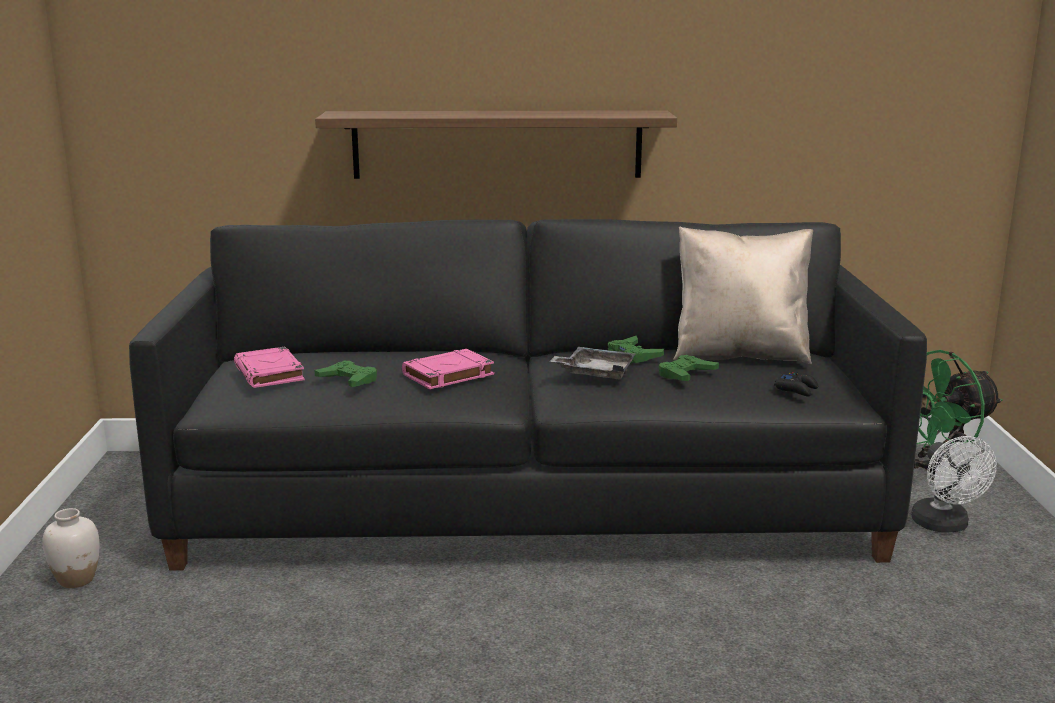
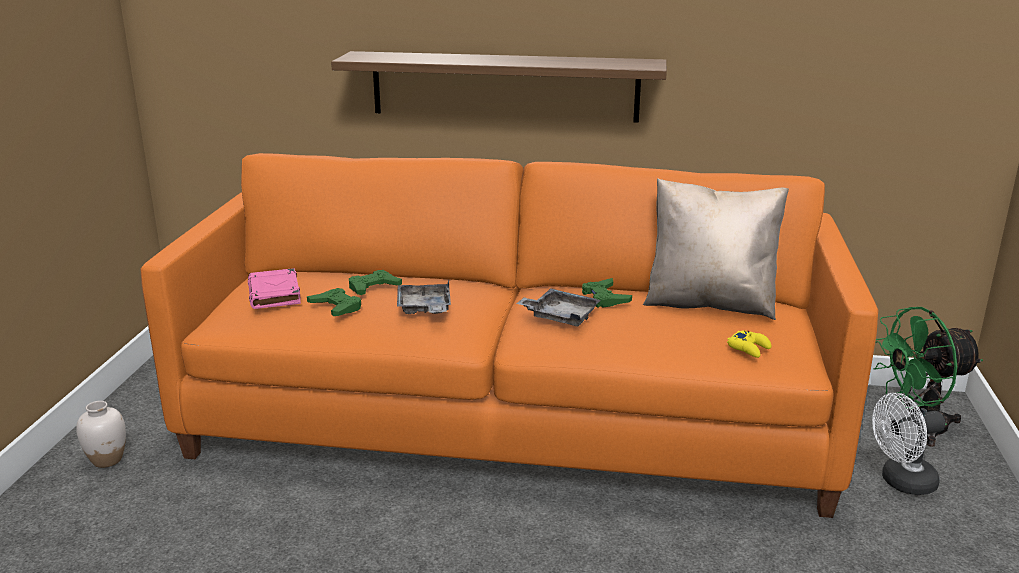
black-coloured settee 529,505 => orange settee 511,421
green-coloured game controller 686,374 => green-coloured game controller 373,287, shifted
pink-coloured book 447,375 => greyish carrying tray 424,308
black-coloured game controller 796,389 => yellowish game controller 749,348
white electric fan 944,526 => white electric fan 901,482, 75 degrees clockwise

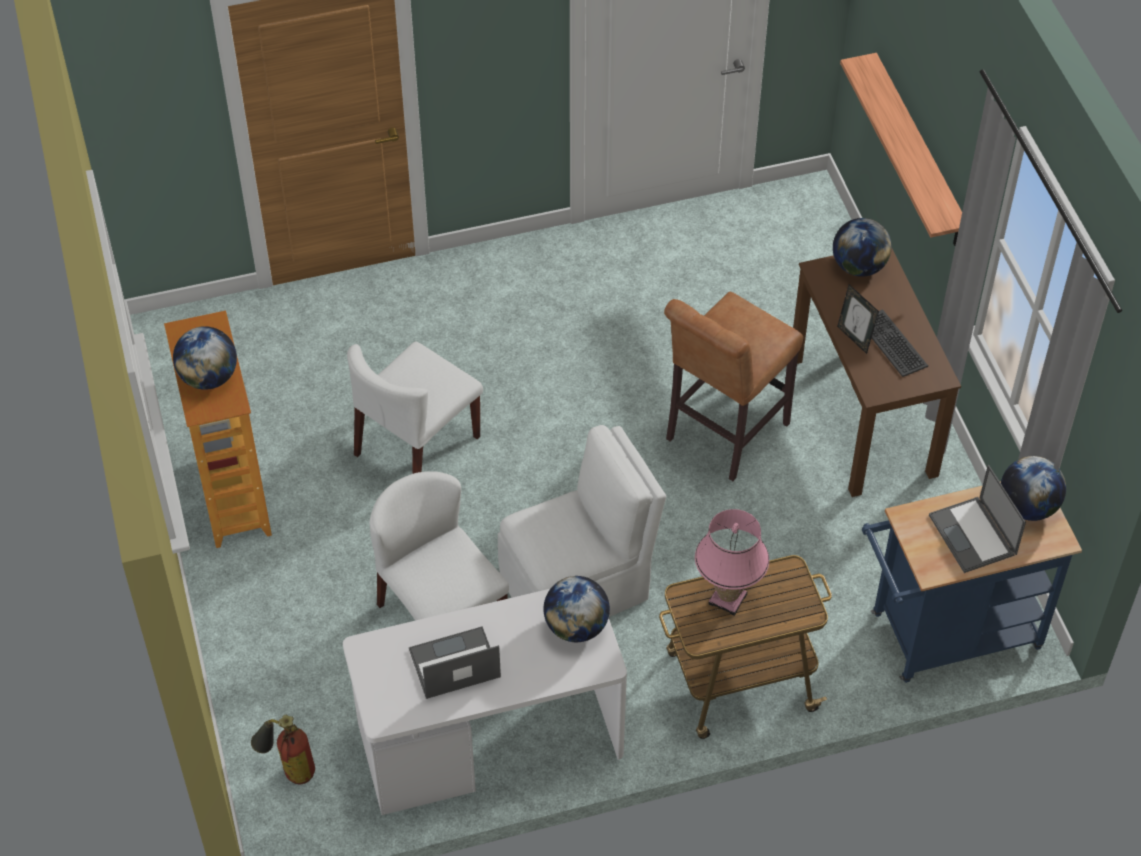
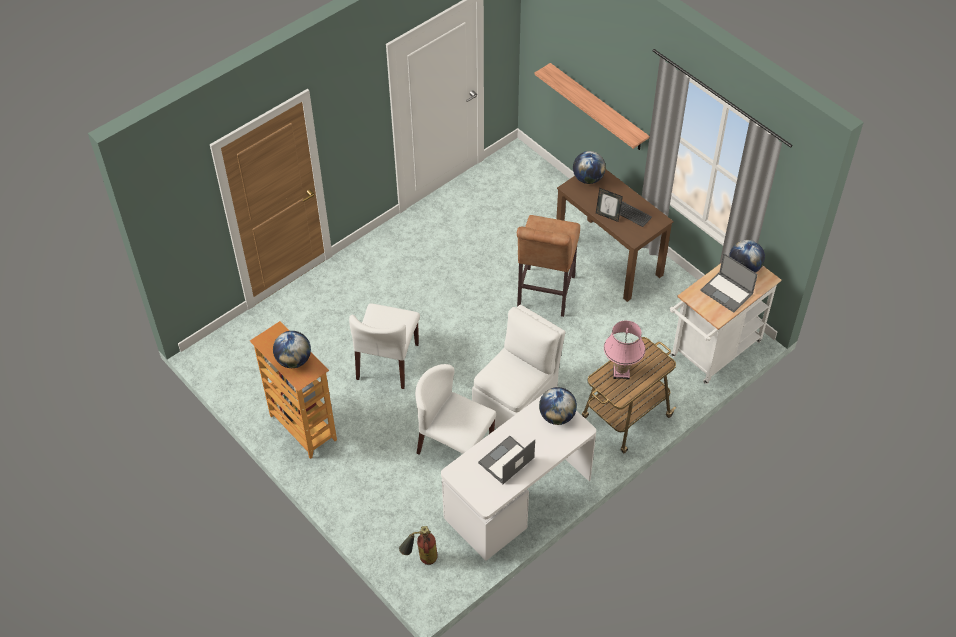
bluish trolley 945,635 => white trolley 712,352

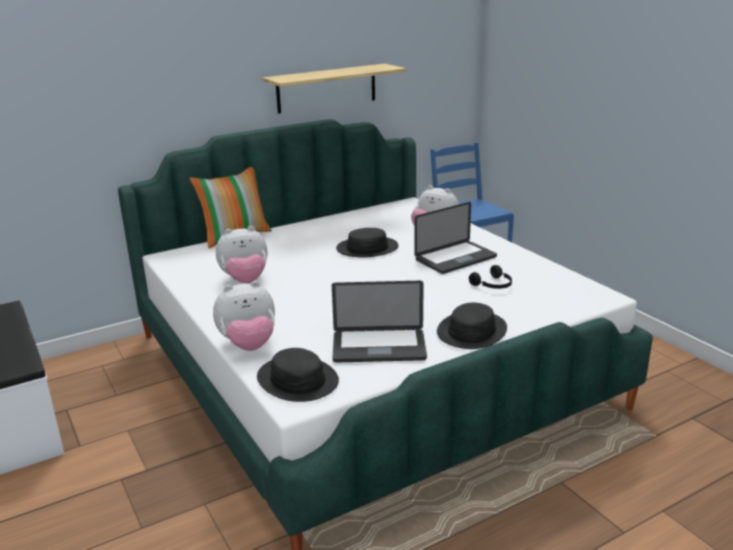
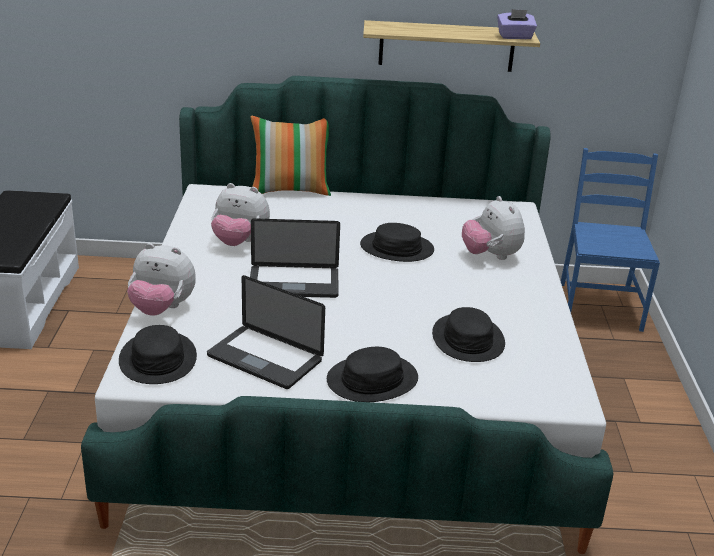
laptop 455,258 => laptop 294,283, shifted
black-coloured headphones 493,285 => black-coloured clothing hat 467,339
nothing => purple tissue holder 515,37

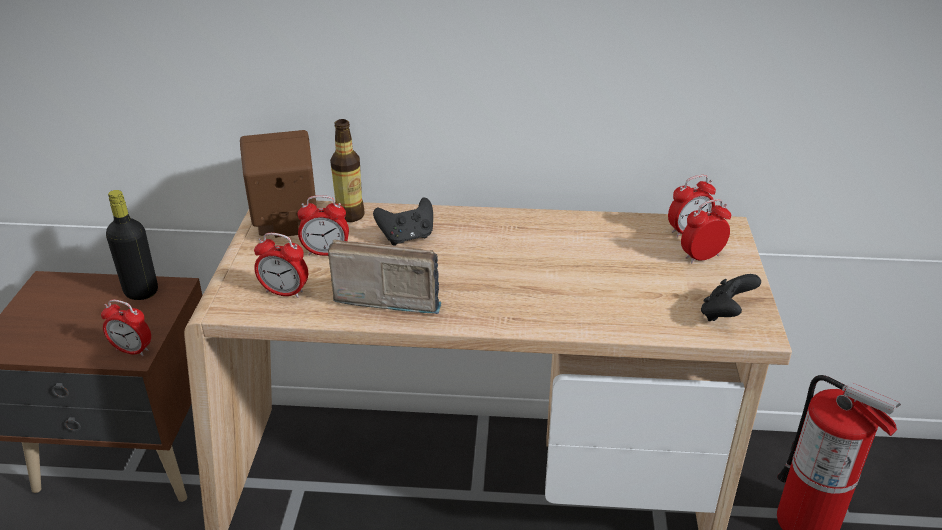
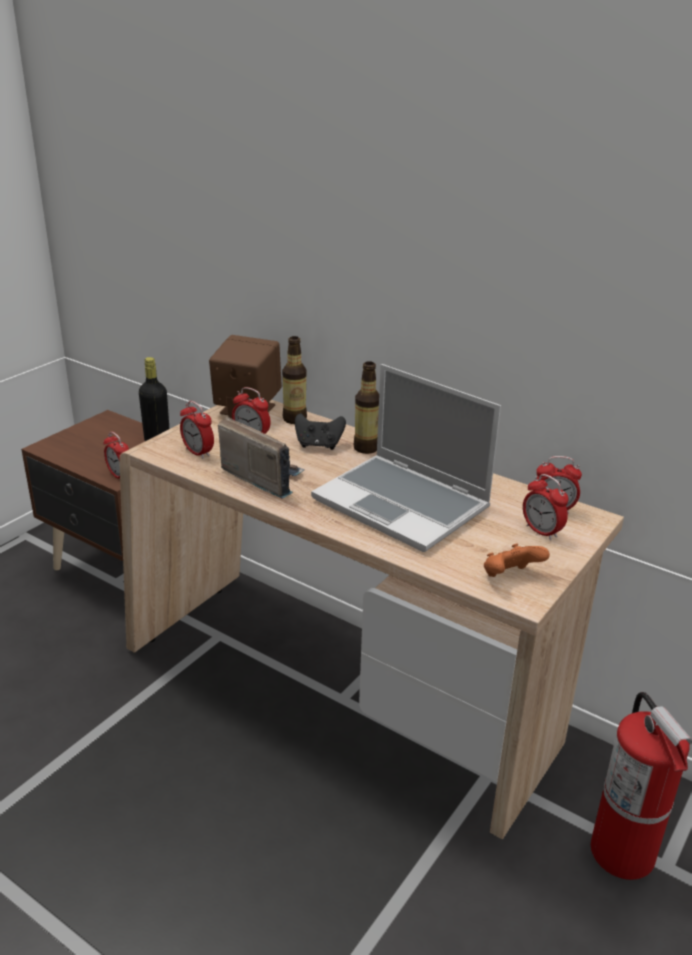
nothing => laptop 403,504
nothing => drink bottle 366,448
black-coloured game controller 725,314 => orange game controller 510,577
bedside clock 701,257 => bedside clock 541,531, 135 degrees counterclockwise

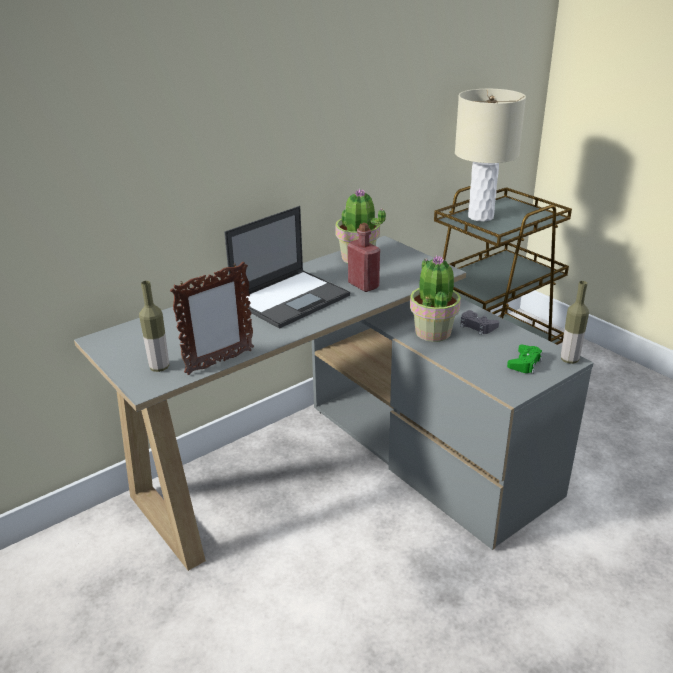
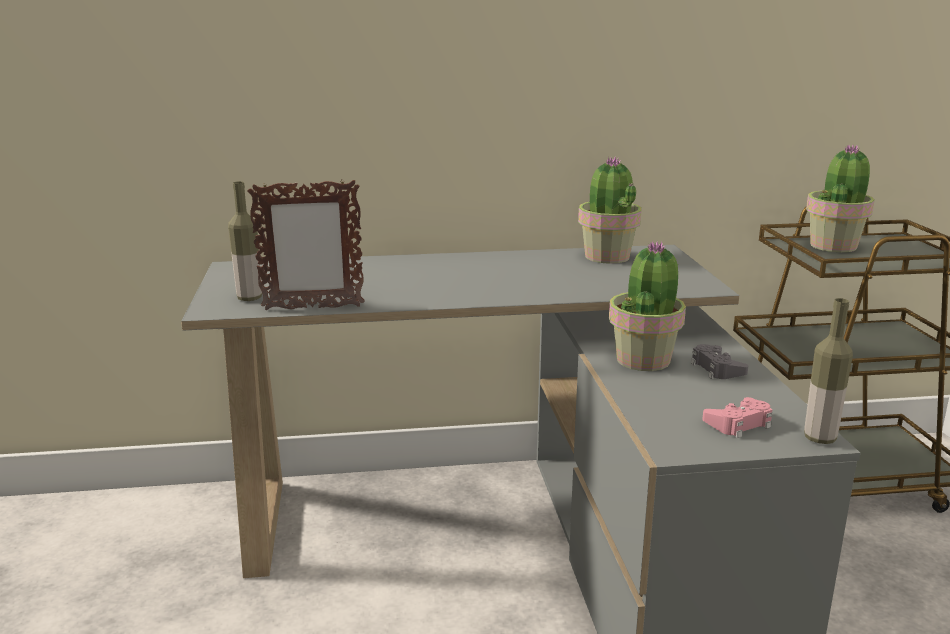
green-coloured game controller 525,363 => pink-coloured game controller 739,424
beige-coloured lamp for a table 481,217 => plant in a pot 834,246
laptop 291,298 => nothing
reddish drink bottle 363,285 => nothing

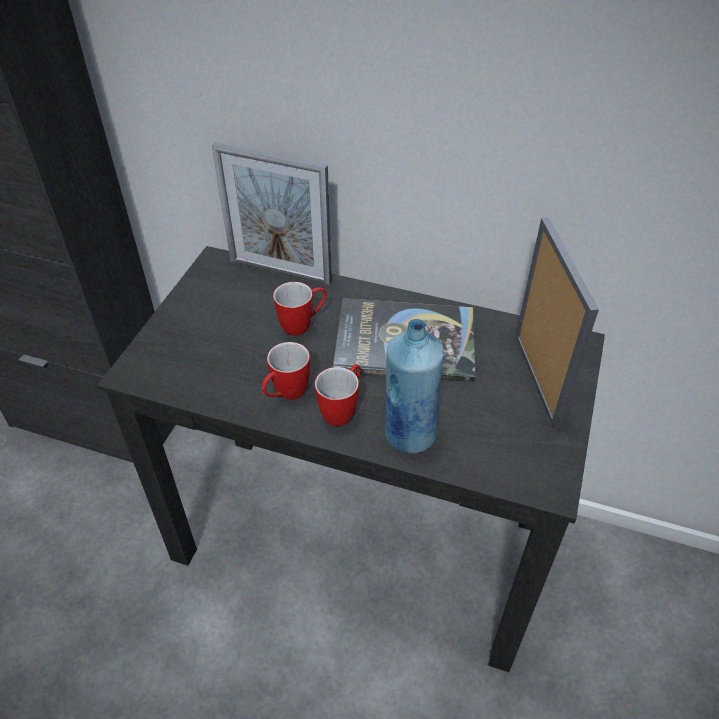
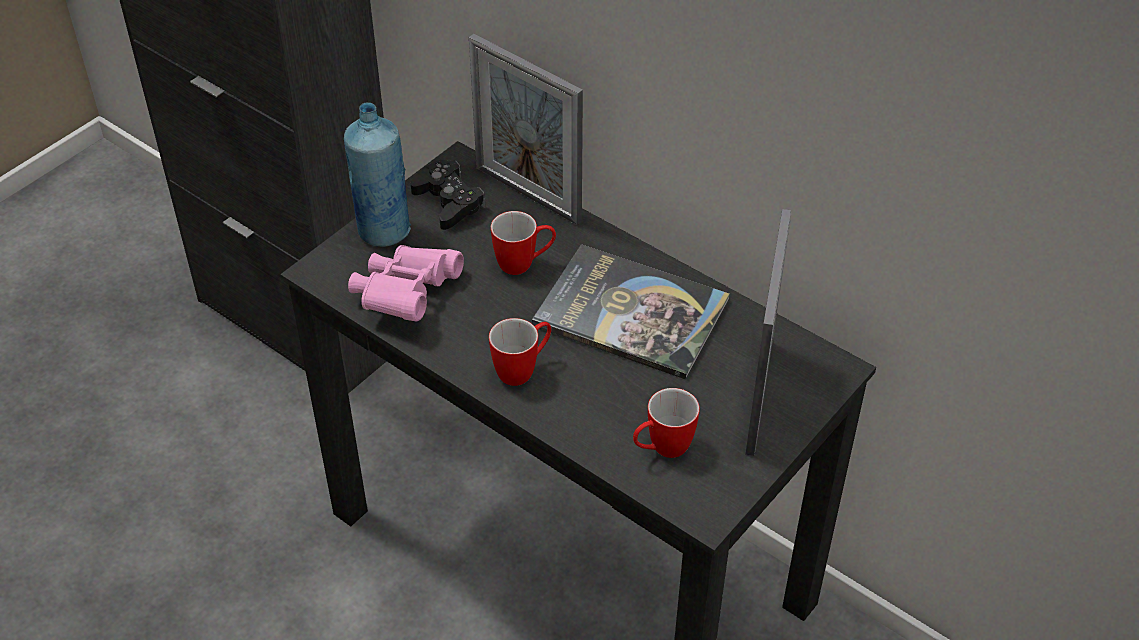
bluish drink bottle 409,434 => bluish drink bottle 383,231, shifted
nothing => pink-coloured field glasses 405,295
nothing => black-coloured game controller 448,201
tea mug 286,395 => tea mug 661,449, shifted

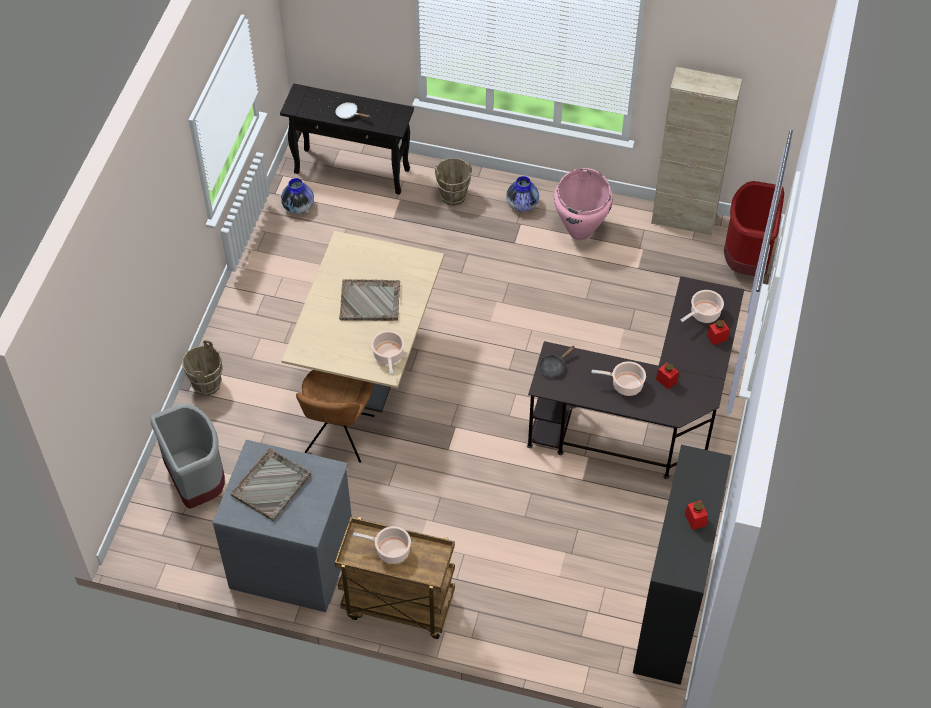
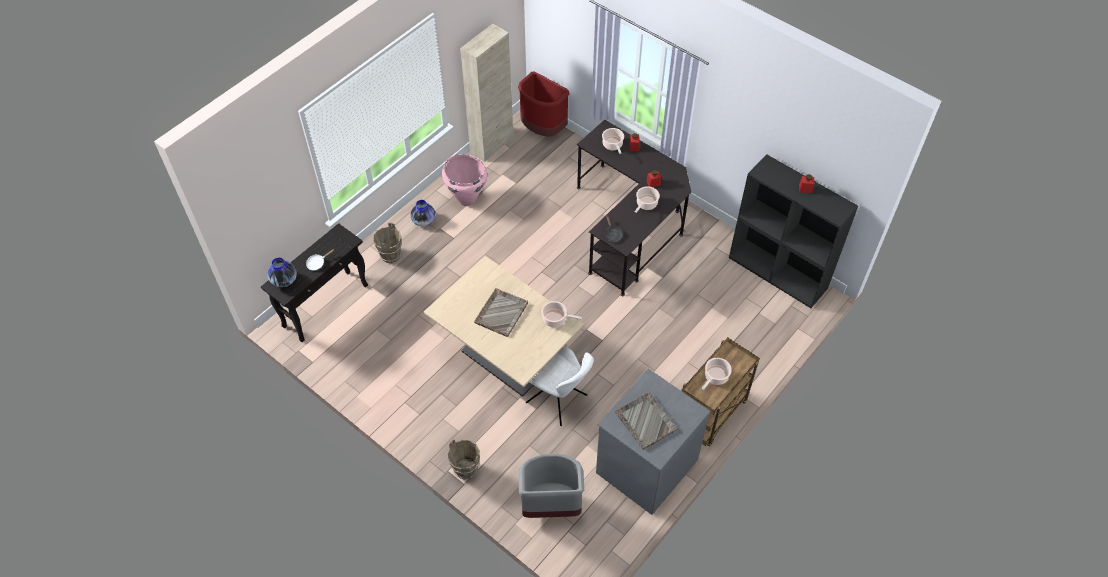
flower vase 298,206 => flower vase 284,280, shifted
brown plain chair 339,437 => white plain chair 558,400

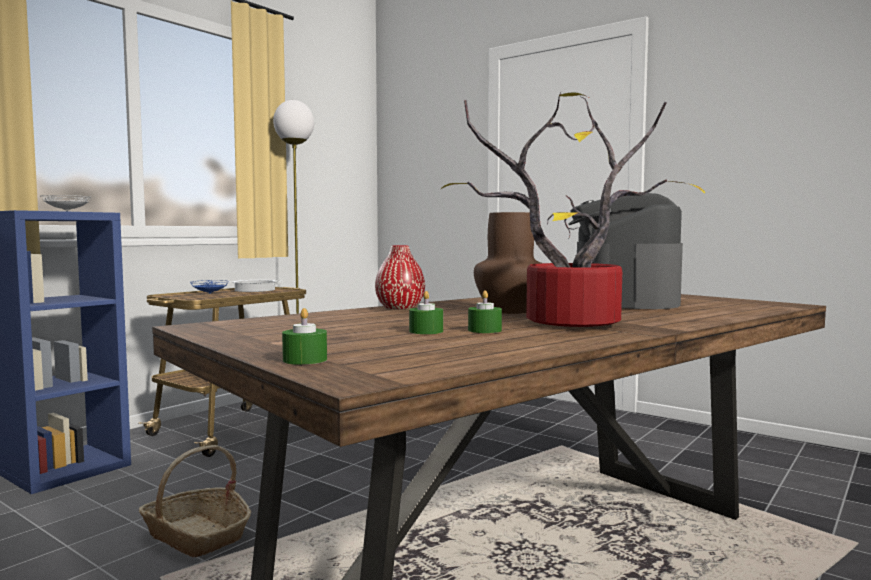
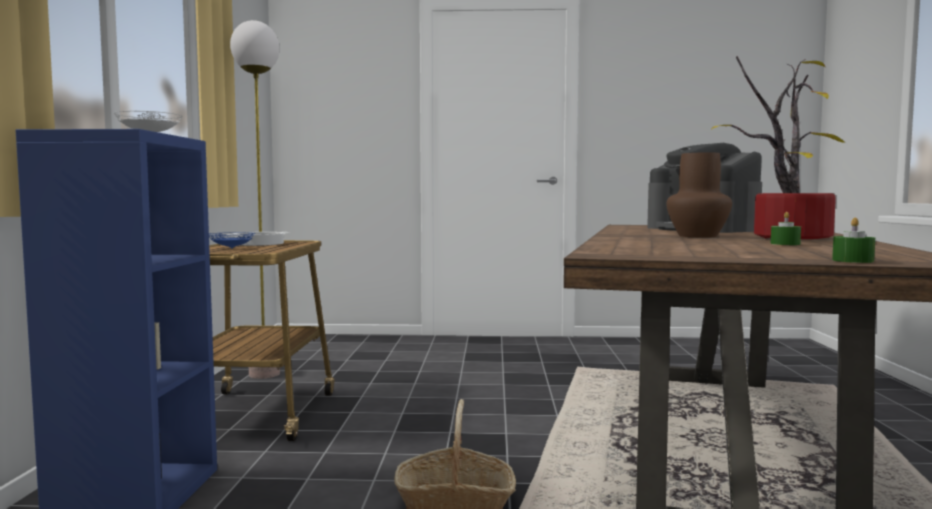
reddish flower vase 400,308 => nothing
green-coloured wax candle 426,331 => nothing

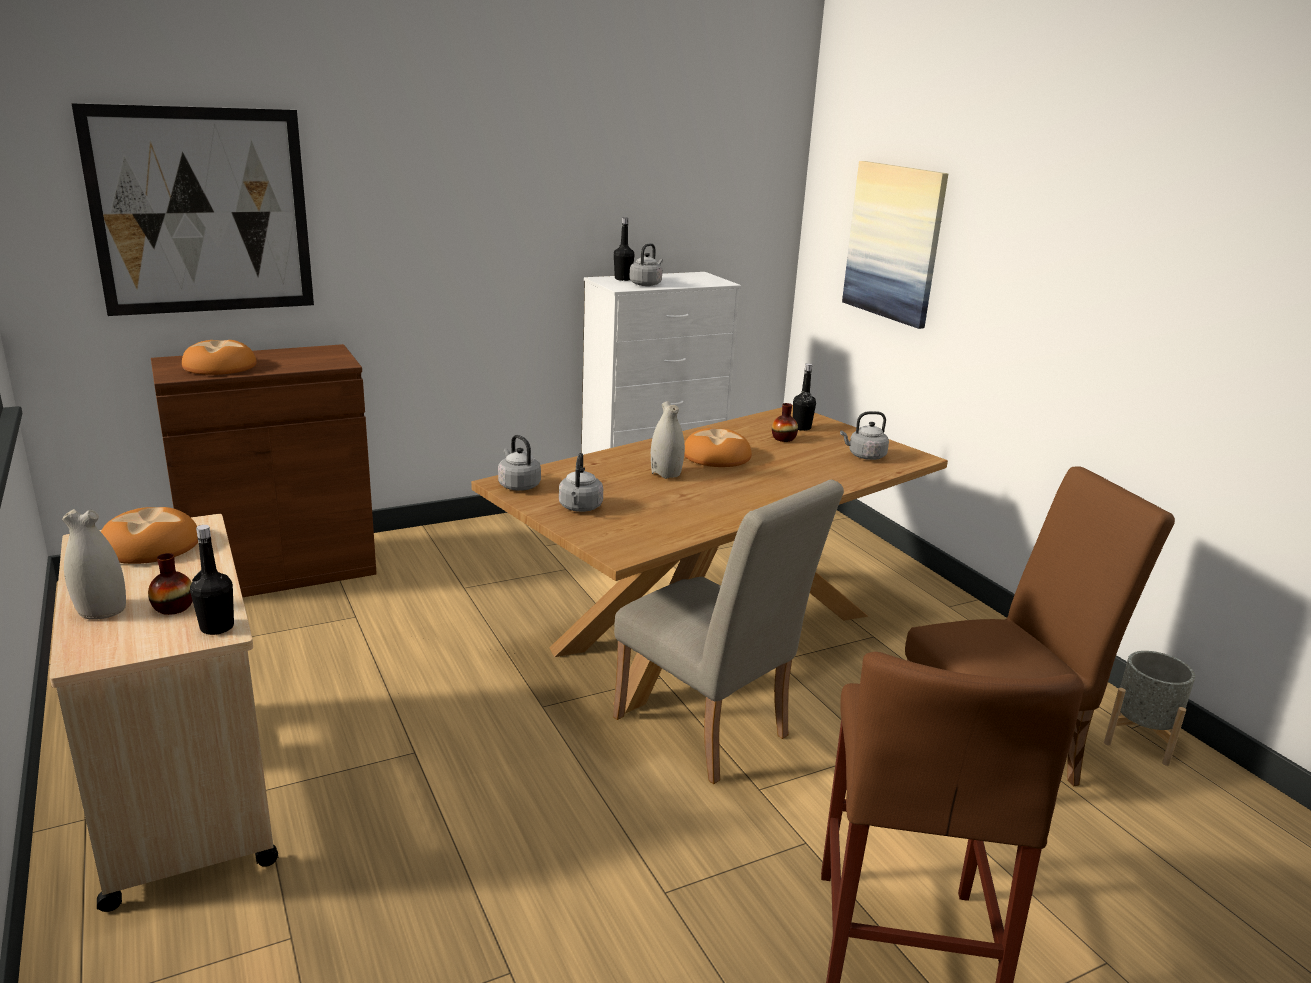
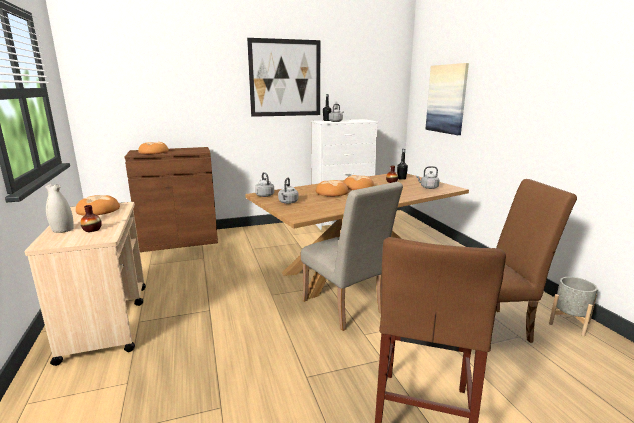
wall picture 202,212 => wall picture 285,78, shifted
white flower vase 666,474 => bakery bread 332,192
black-coloured drink bottle 217,627 => nothing

